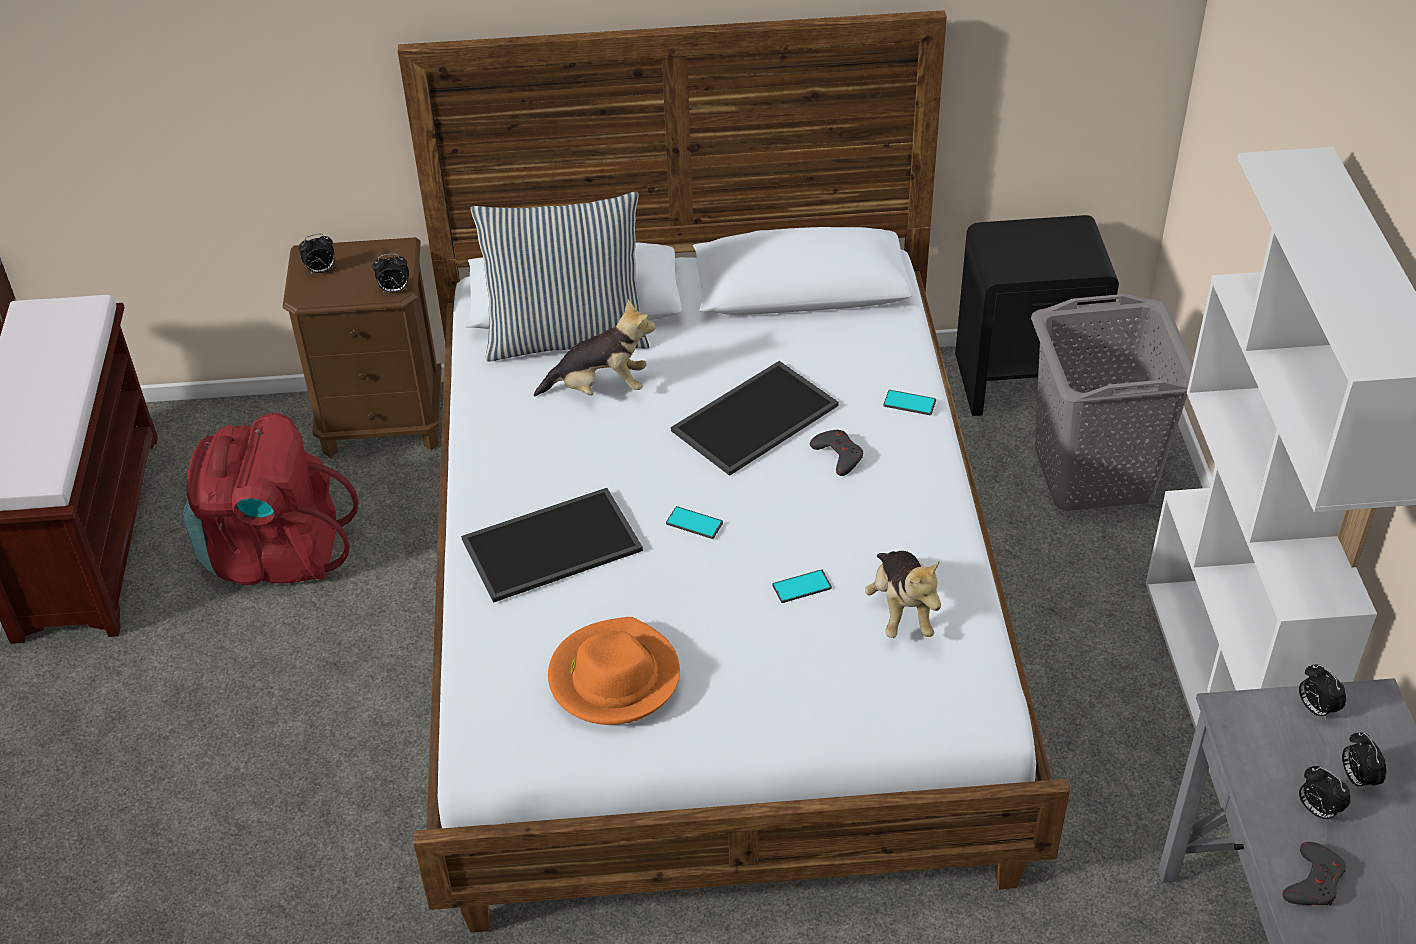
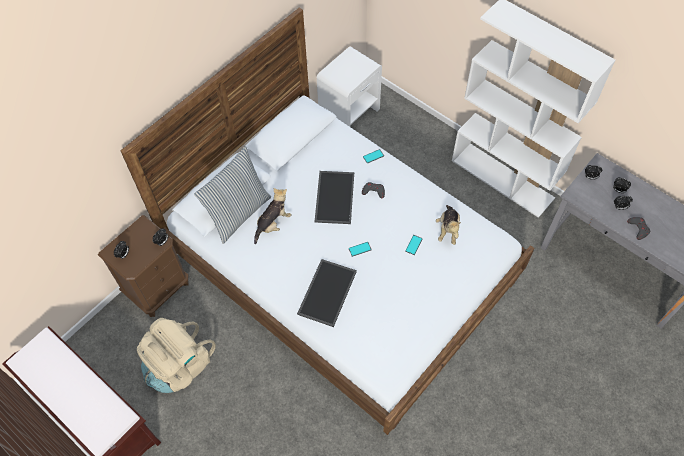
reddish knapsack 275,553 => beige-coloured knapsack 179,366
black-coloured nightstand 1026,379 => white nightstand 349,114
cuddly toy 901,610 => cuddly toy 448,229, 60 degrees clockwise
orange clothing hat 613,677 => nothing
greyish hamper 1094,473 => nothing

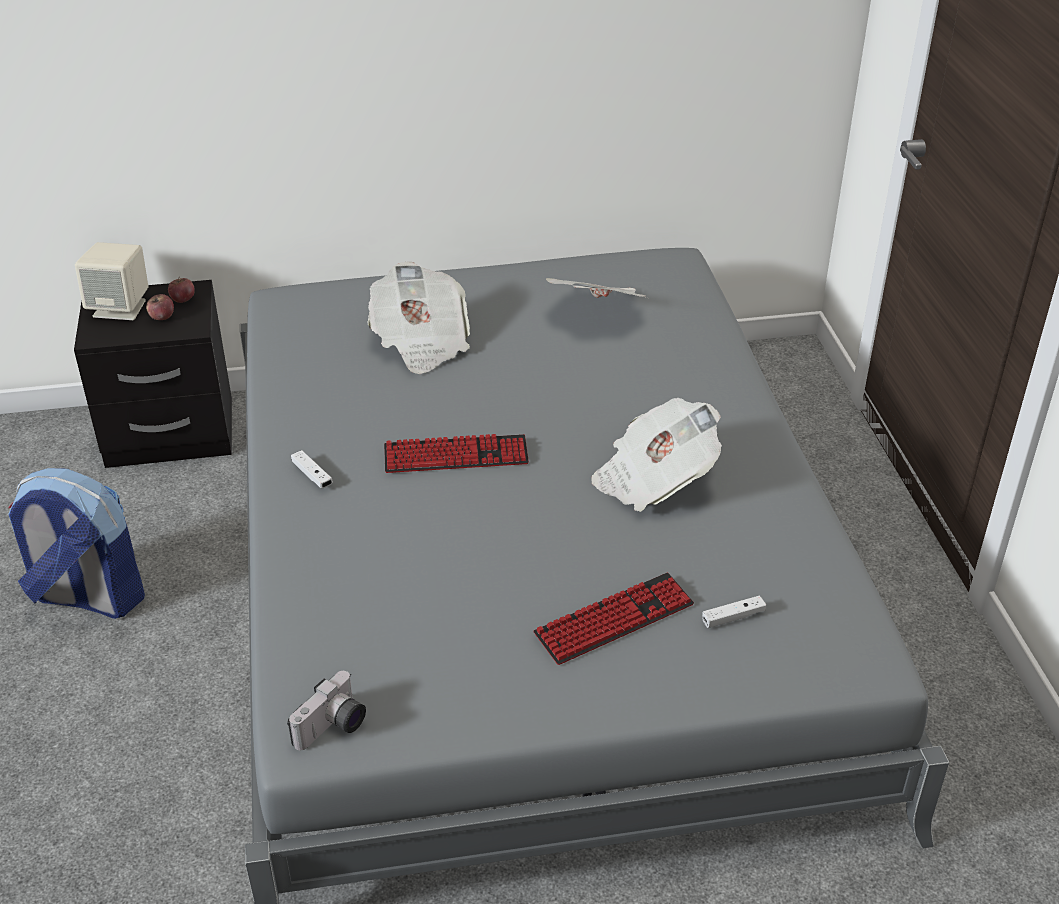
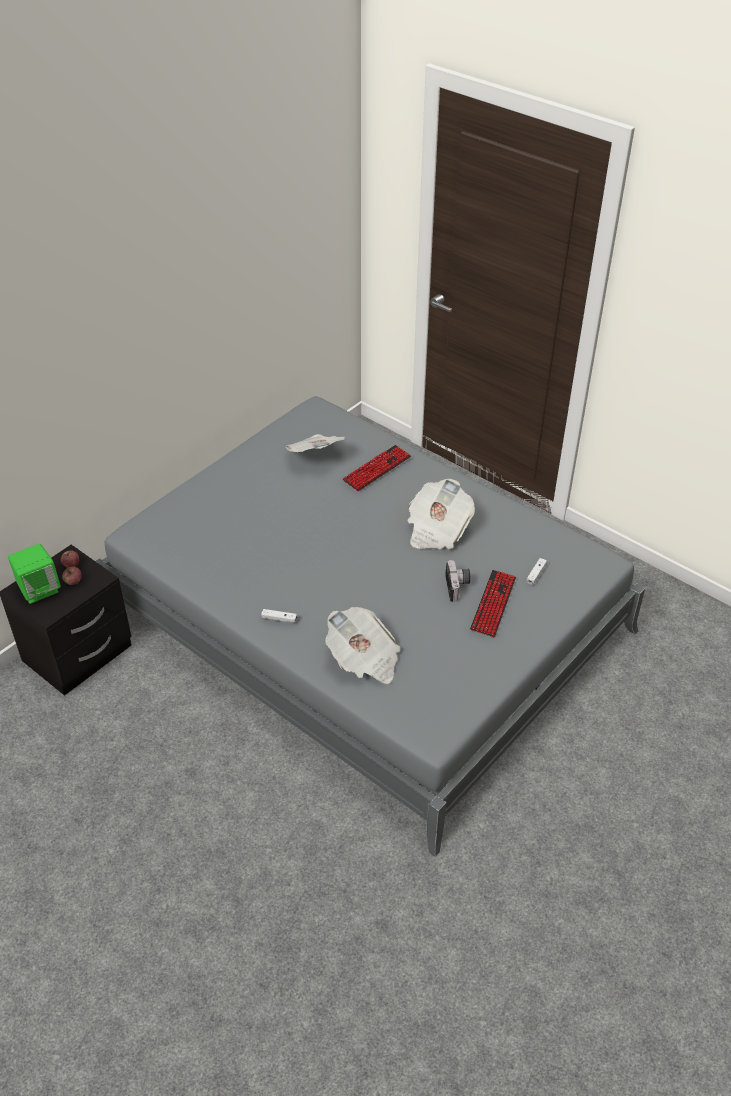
beige-coloured speaker 120,308 => green-coloured speaker 39,589
printed paper 421,342 => printed paper 364,659, shifted
PC keyboard 456,456 => PC keyboard 377,469, shifted
still camera 333,728 => still camera 458,587, shifted
knapsack 87,597 => nothing

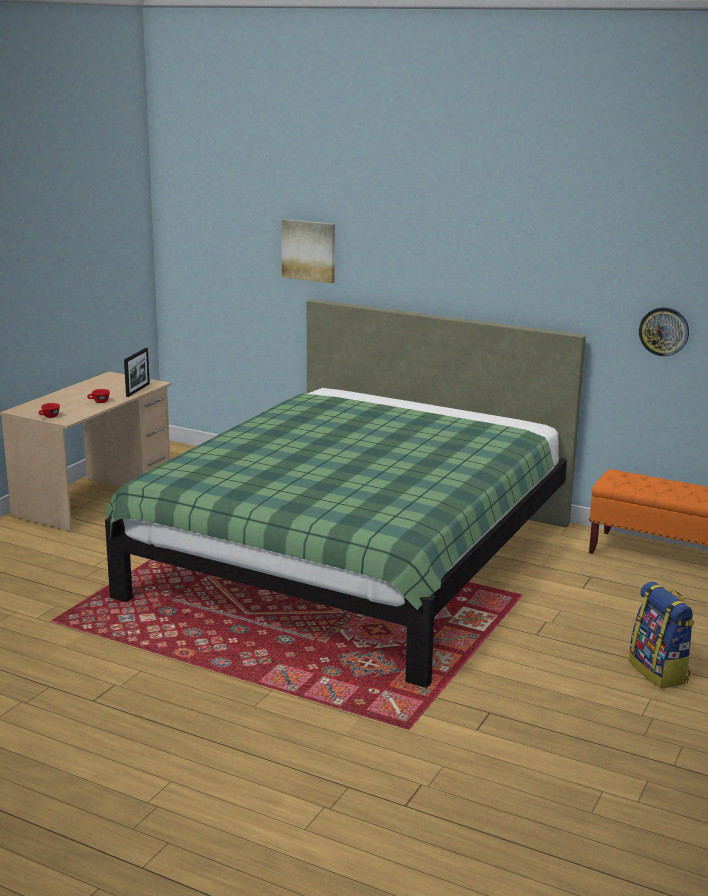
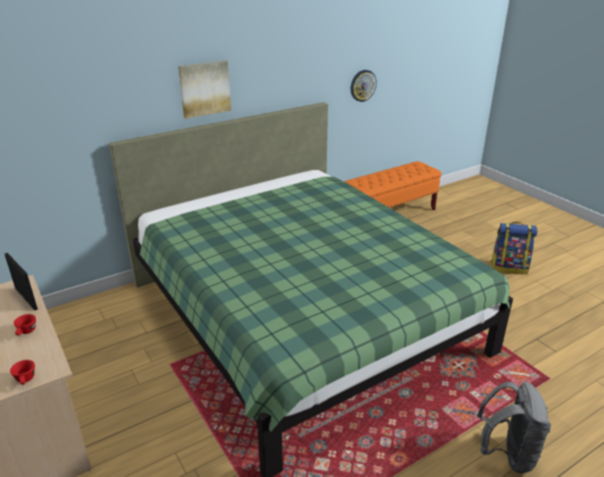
wall picture 309,250 => wall picture 204,88, shifted
nothing => greyish knapsack 507,454

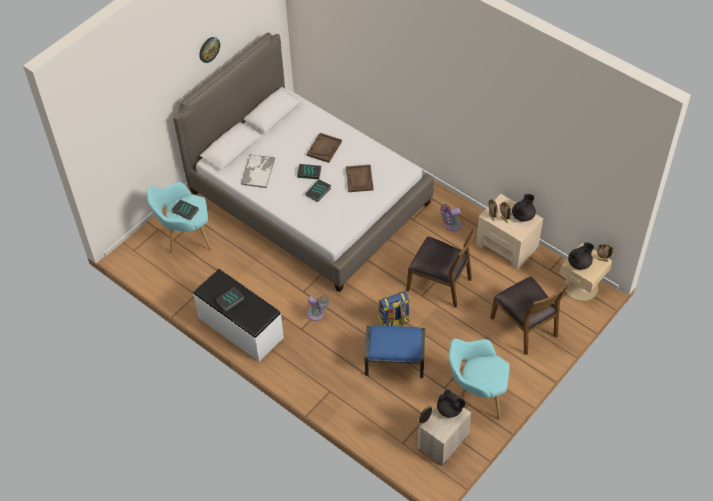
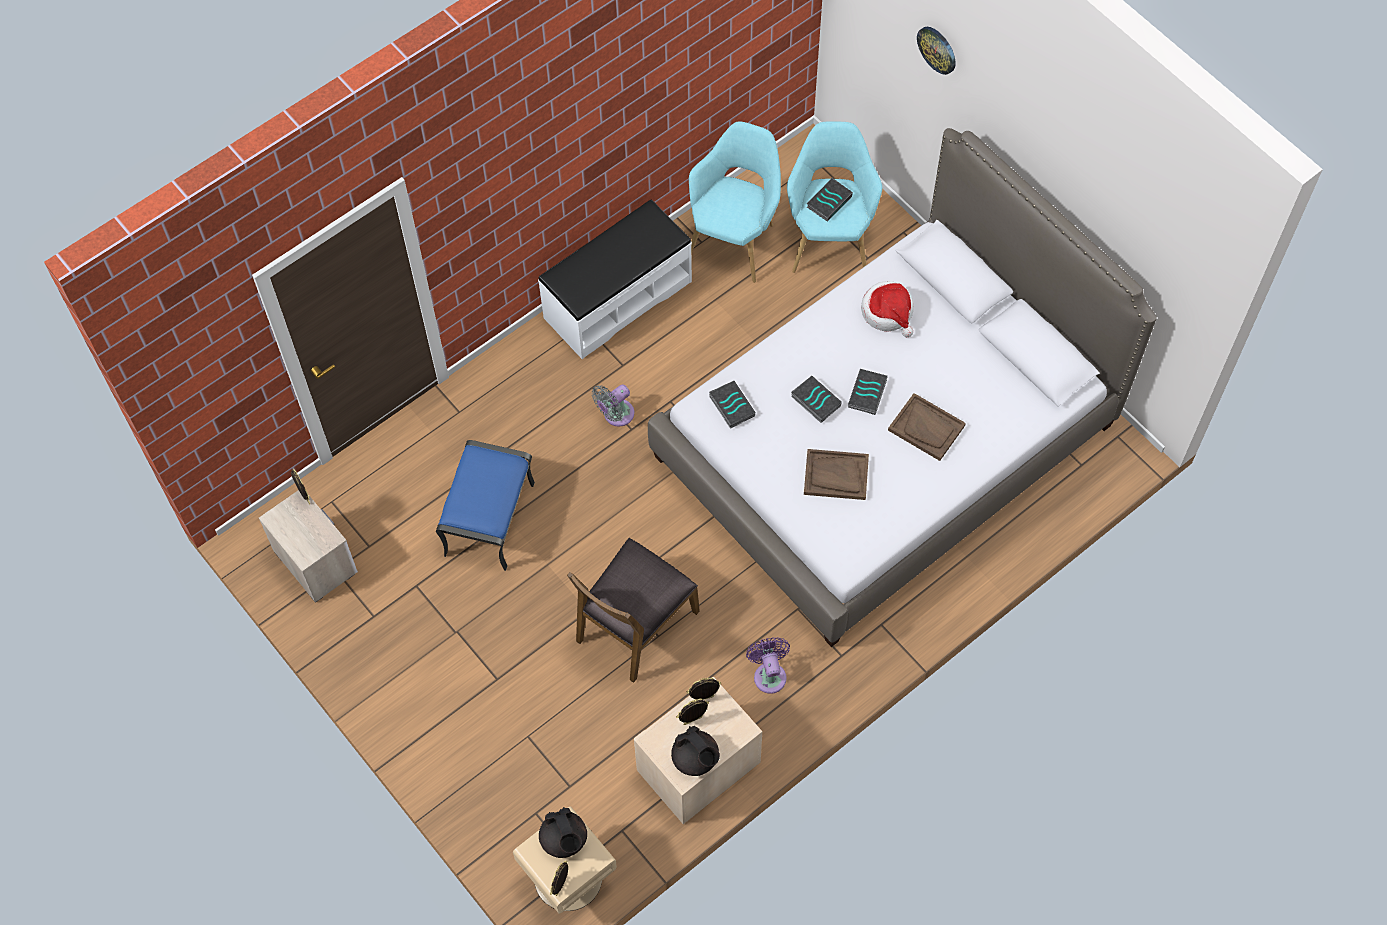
blue-green easy chair 476,395 => blue-green easy chair 735,238, shifted
book 230,300 => book 731,406, shifted
carrying tray 258,171 => clothing hat 888,312
wall clock 209,49 => wall clock 937,49, shifted
knapsack 393,321 => nothing
black-coloured pot for tea 450,410 => nothing
brown plain chair 525,326 => nothing

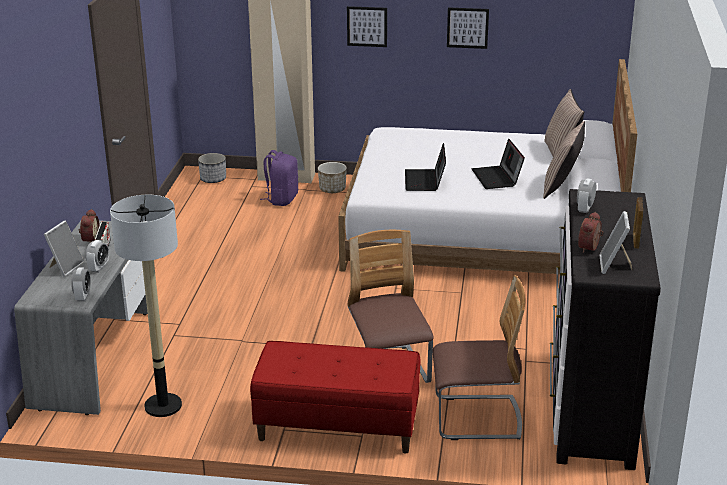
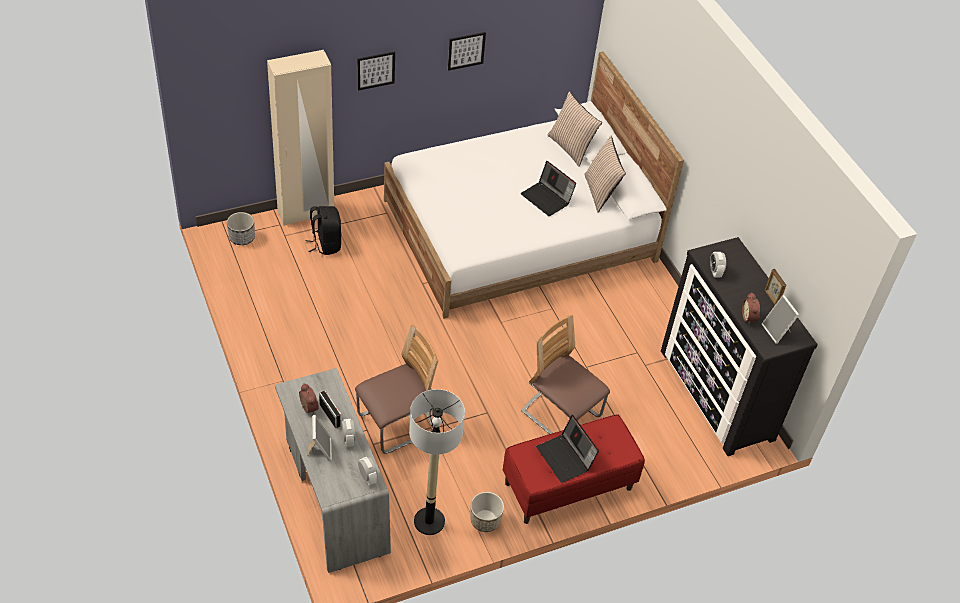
purple knapsack 282,199 => black-coloured knapsack 326,244
plain chair 476,418 => plain chair 397,424, shifted
flower pot 332,189 => flower pot 485,521, shifted
laptop 425,181 => laptop 566,458, shifted

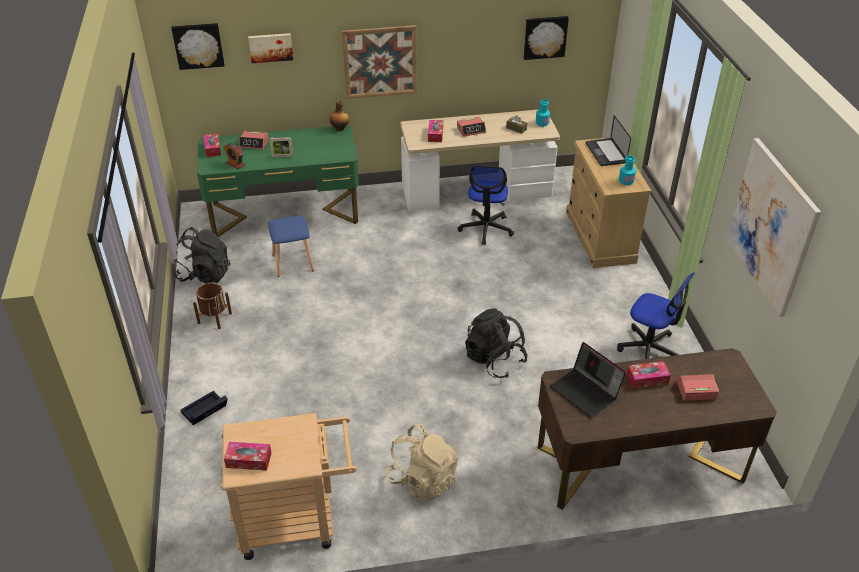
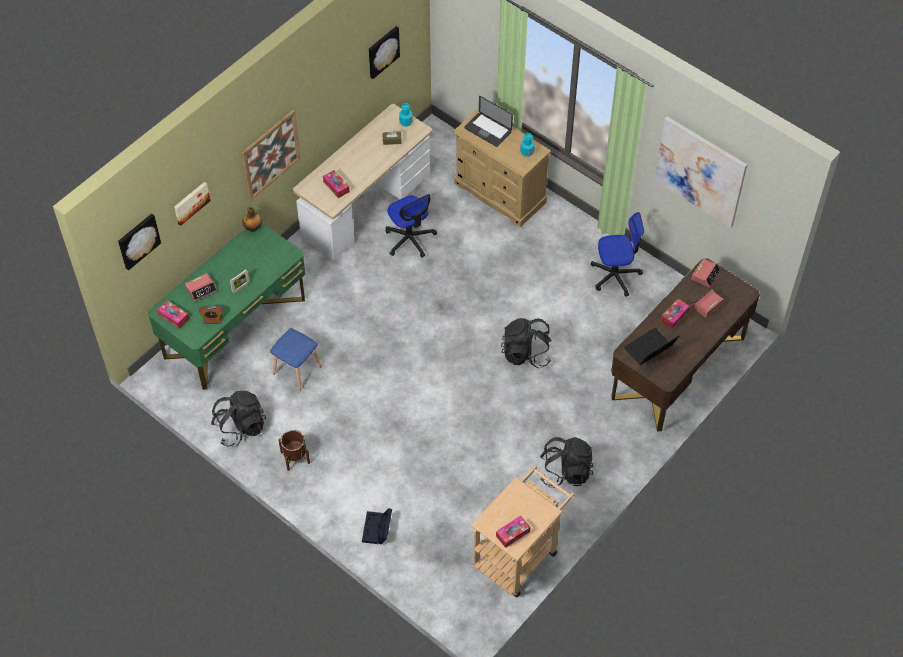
beige-coloured knapsack 422,480 => black-coloured knapsack 565,471
laptop 586,392 => laptop 649,350, 135 degrees clockwise
bedside clock 471,130 => bedside clock 705,275, shifted

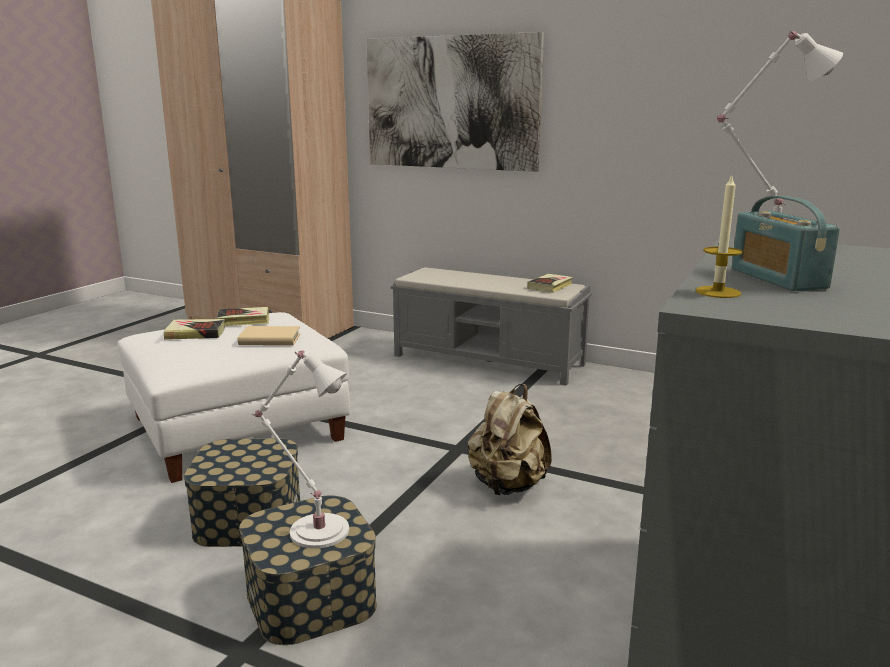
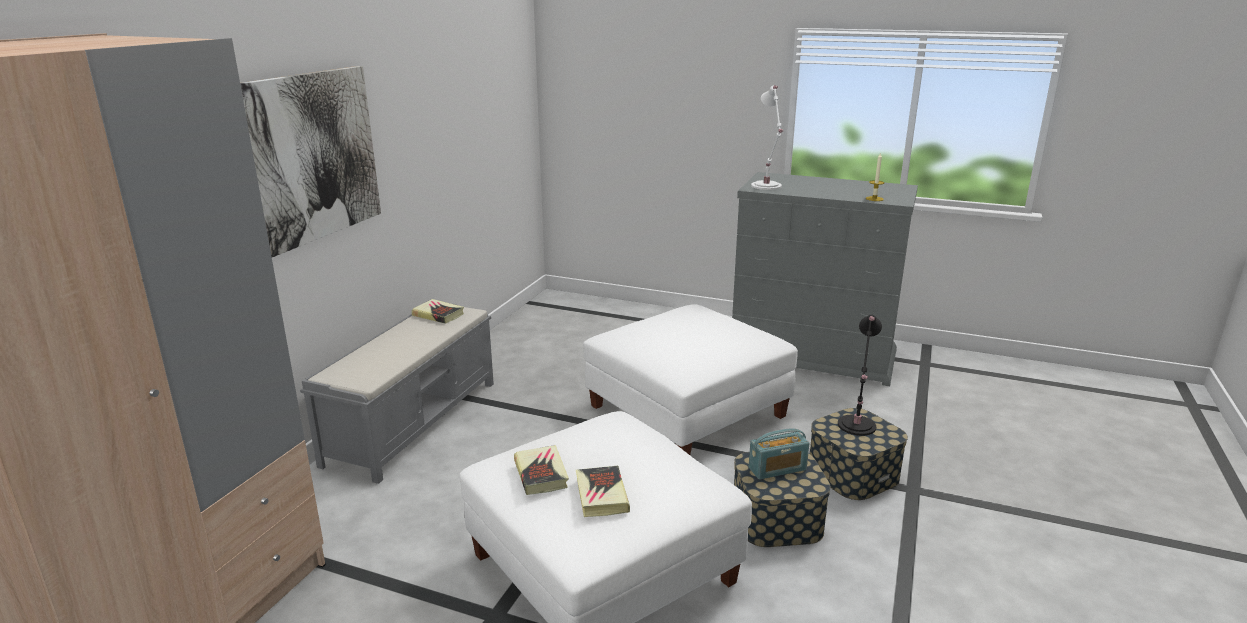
beige-coloured knapsack 508,486 => white pouffe 687,410
radio 777,278 => radio 777,469, shifted
white lamp for a table 315,530 => black-coloured lamp for a table 856,427
beige-coloured book 269,340 => nothing

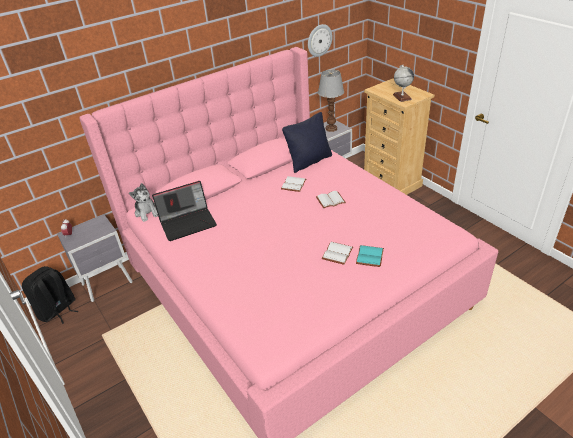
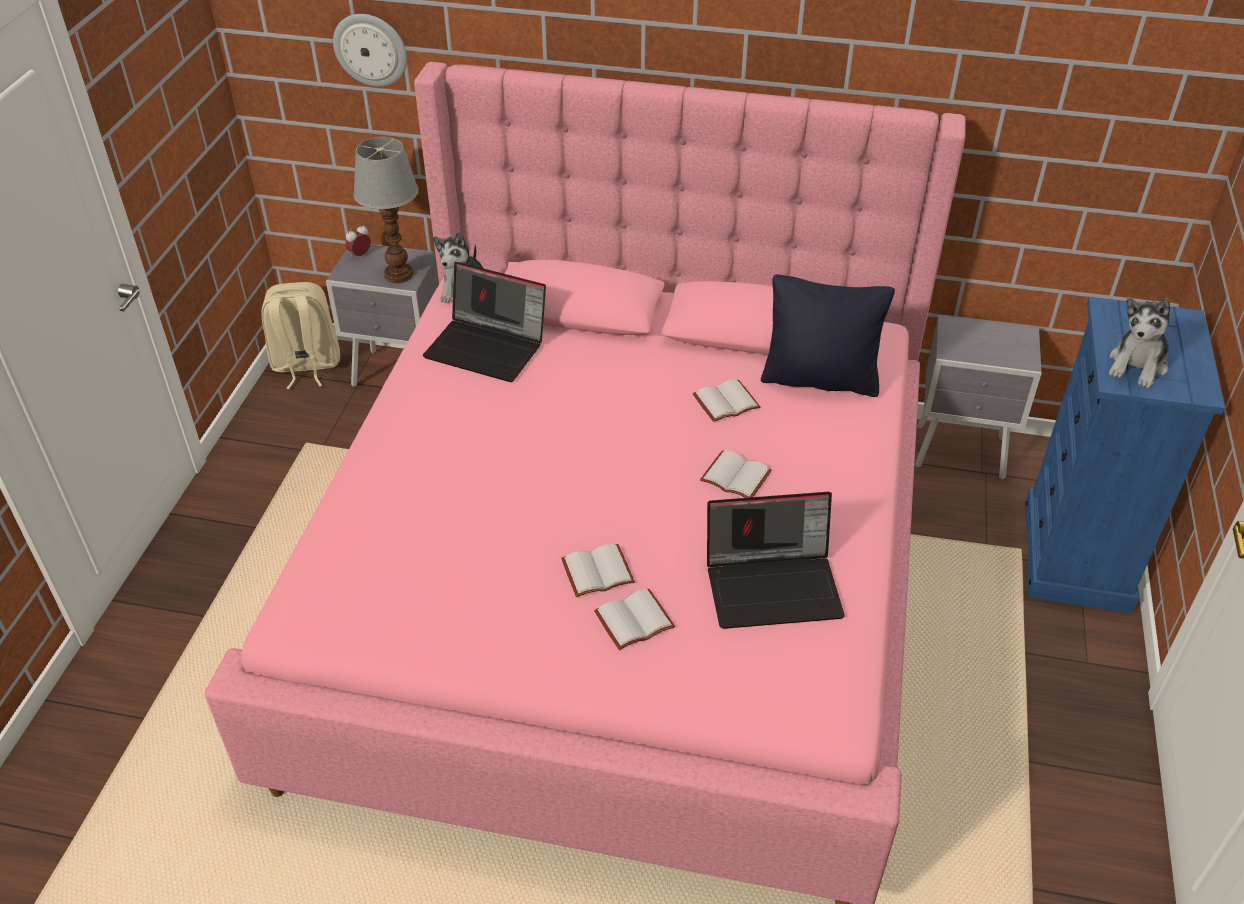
black-coloured knapsack 57,310 => beige-coloured knapsack 306,365
wall clock 319,40 => wall clock 371,49, shifted
lamp for a table 331,129 => lamp for a table 397,275, shifted
blue-green book 370,257 => white book 634,622
nothing => laptop 774,585
beige-coloured chest of drawers 392,182 => bluish chest of drawers 1076,556
desk globe 402,97 => cuddly toy 1137,365

